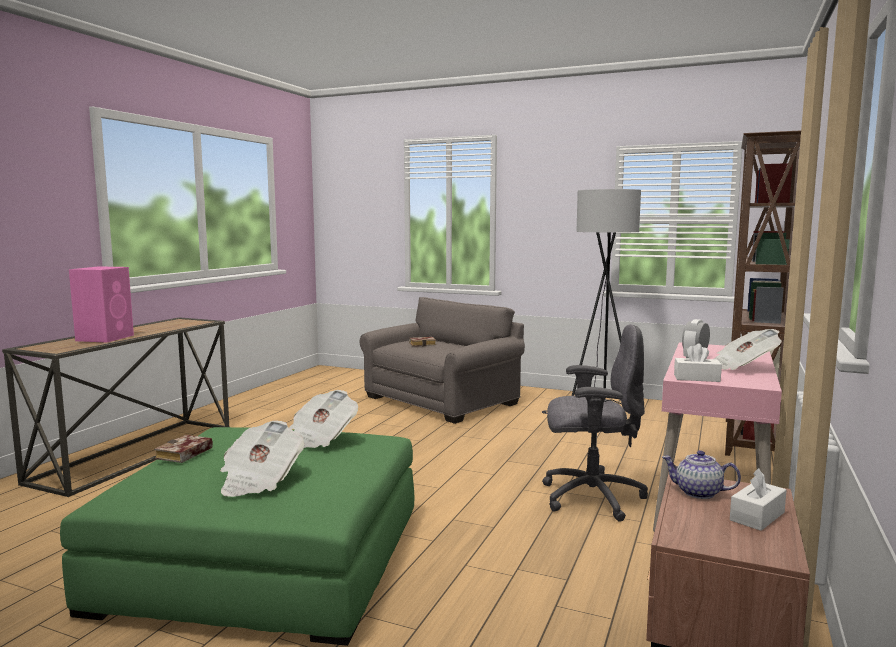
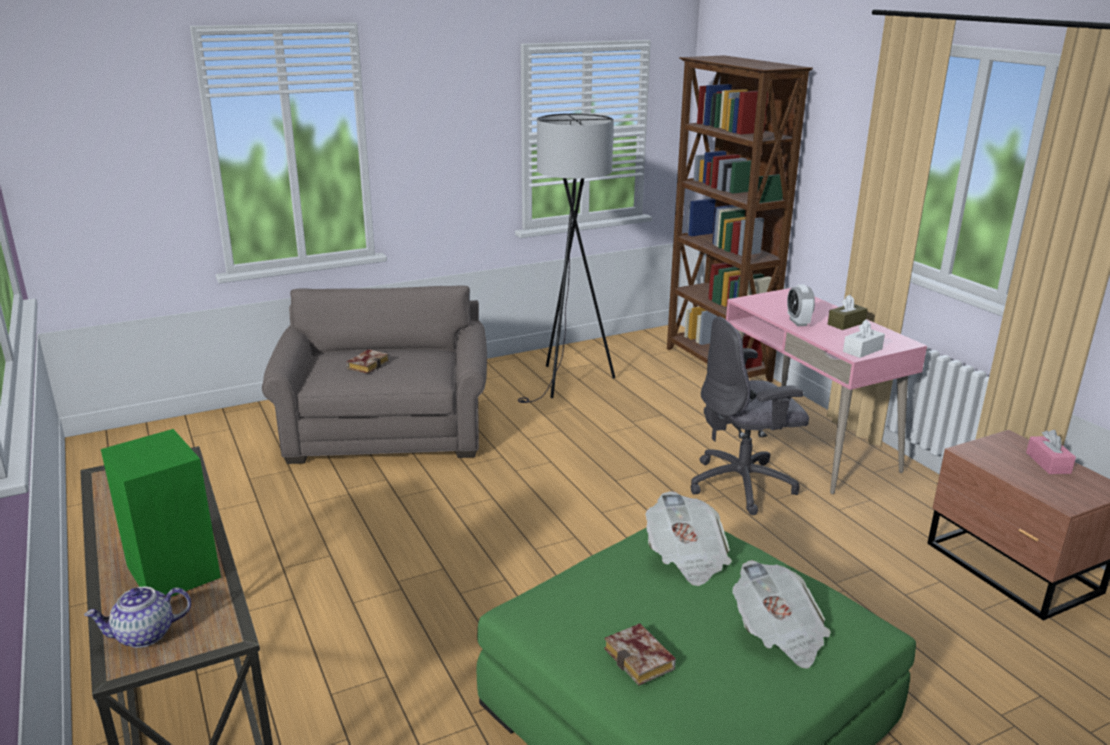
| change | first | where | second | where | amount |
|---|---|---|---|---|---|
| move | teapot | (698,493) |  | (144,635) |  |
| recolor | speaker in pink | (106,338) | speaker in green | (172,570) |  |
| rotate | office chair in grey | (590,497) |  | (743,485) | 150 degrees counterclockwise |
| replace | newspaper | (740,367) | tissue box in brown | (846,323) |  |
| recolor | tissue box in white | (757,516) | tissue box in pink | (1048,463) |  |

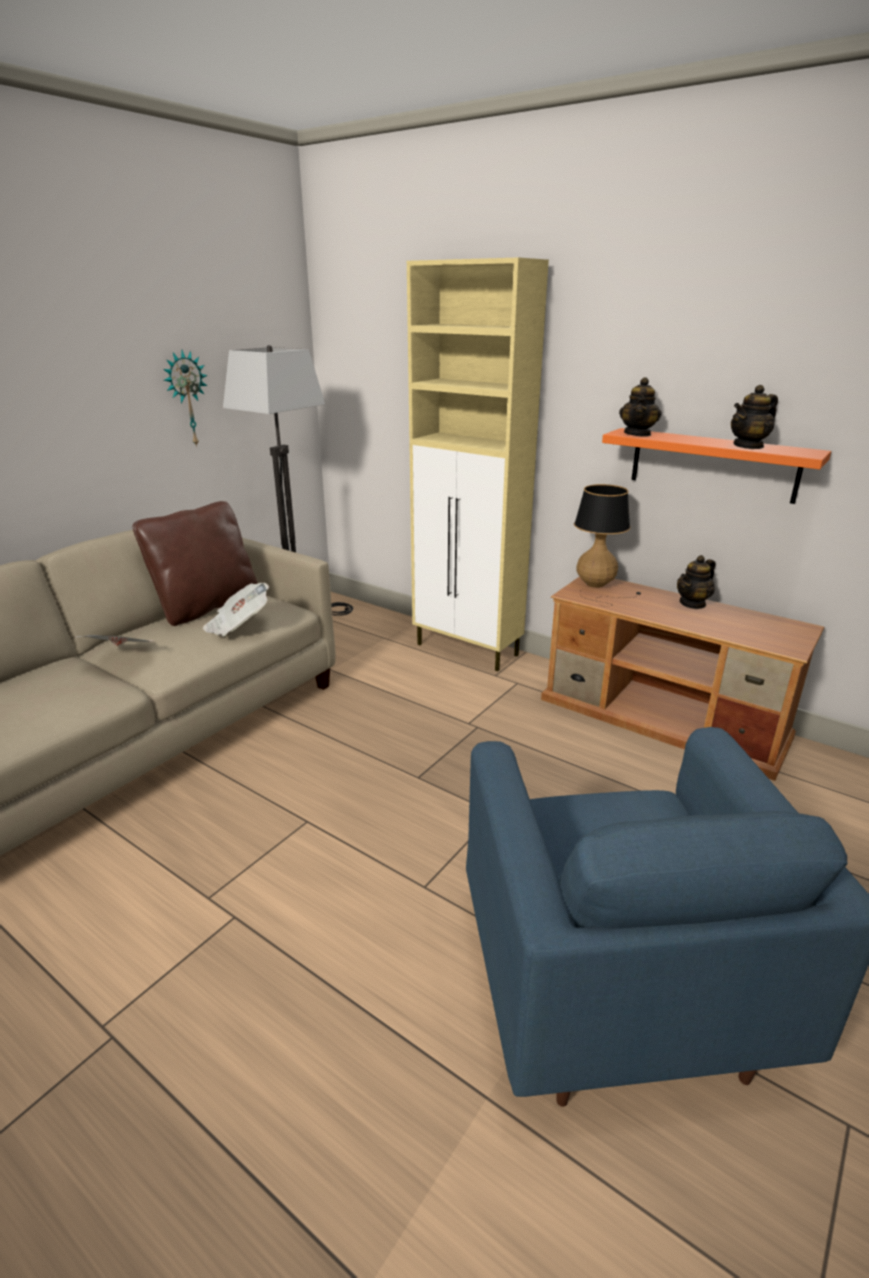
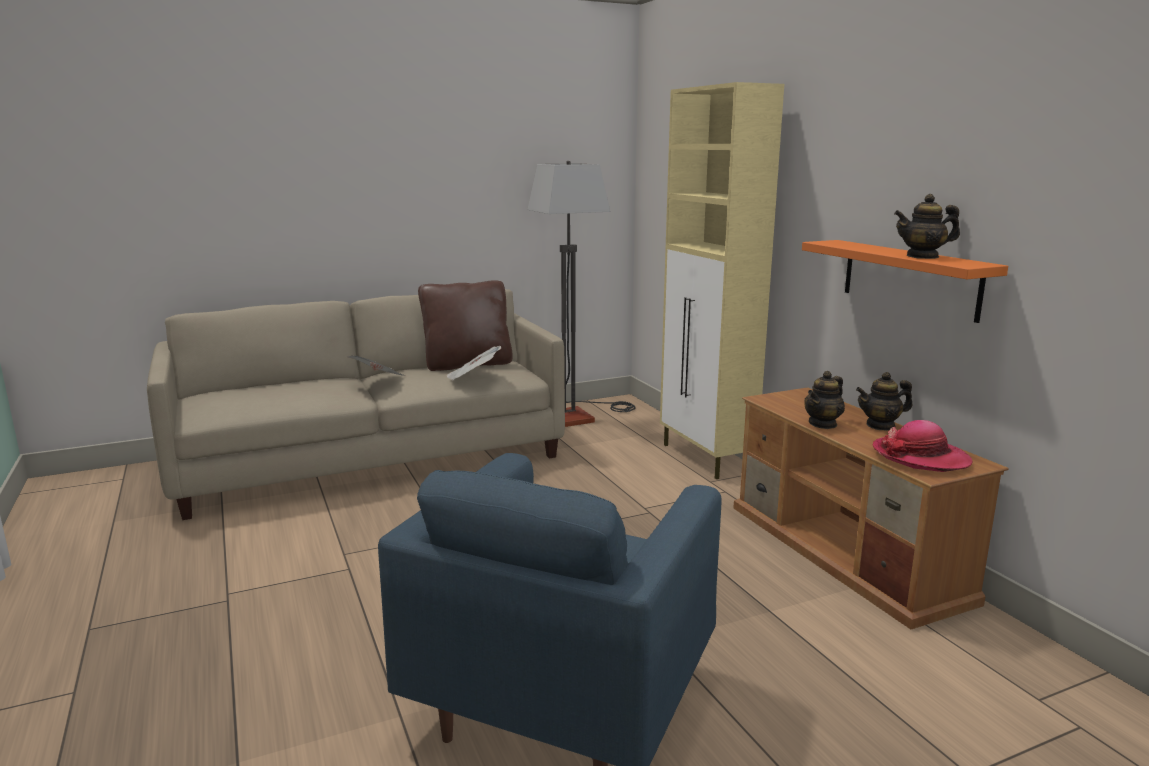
| change | first | where | second | where | amount |
|---|---|---|---|---|---|
| move | teapot | (638,434) |  | (823,424) |  |
| insert |  |  | hat | (920,457) |  |
| delete | wall clock | (186,399) |  |  |  |
| delete | table lamp | (597,588) |  |  |  |

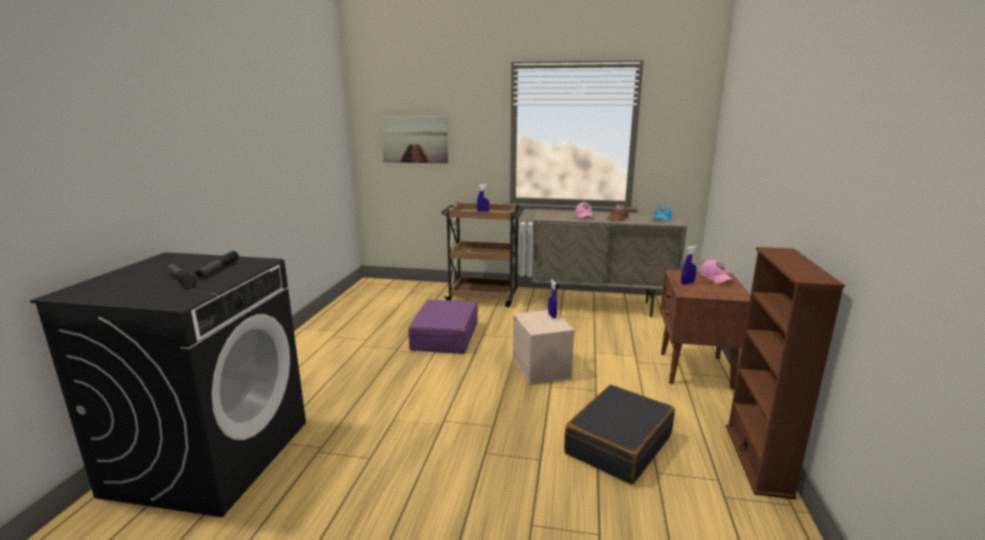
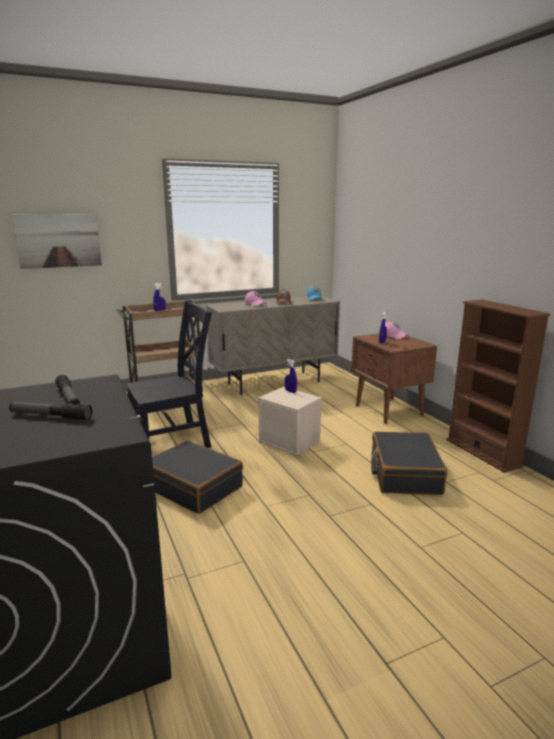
| change | first | where | second | where | amount |
|---|---|---|---|---|---|
| replace | suitcase in purple | (445,337) | chair in black | (175,441) |  |
| insert |  |  | suitcase in black | (193,487) |  |

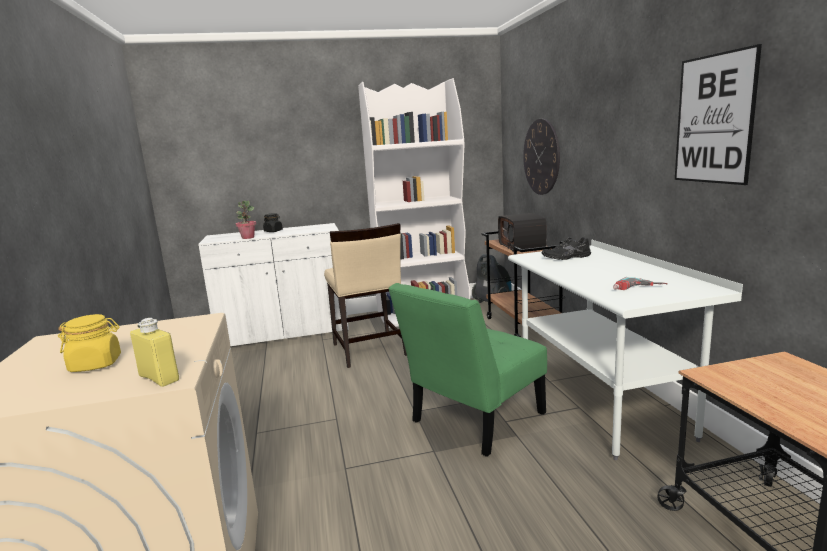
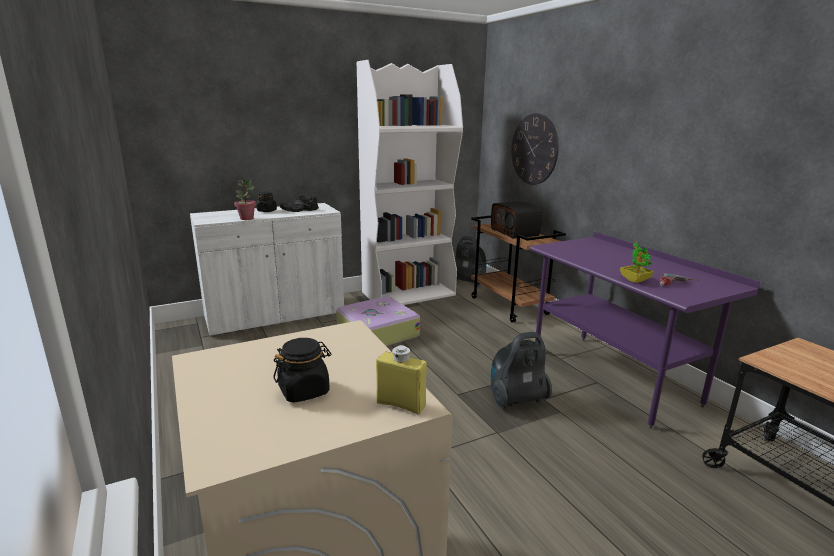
| change | first | where | second | where | amount |
|---|---|---|---|---|---|
| recolor | jar in yellow | (96,364) | jar in black | (304,390) |  |
| move | shoe in black | (567,257) |  | (299,210) |  |
| replace | chair in beige | (369,350) | suitcase | (376,333) |  |
| replace | chair in green | (473,420) | vacuum cleaner | (515,400) |  |
| recolor | desk in white | (600,402) | desk in purple | (612,377) |  |
| insert |  |  | potted plant | (635,280) |  |
| delete | picture | (714,119) |  |  |  |

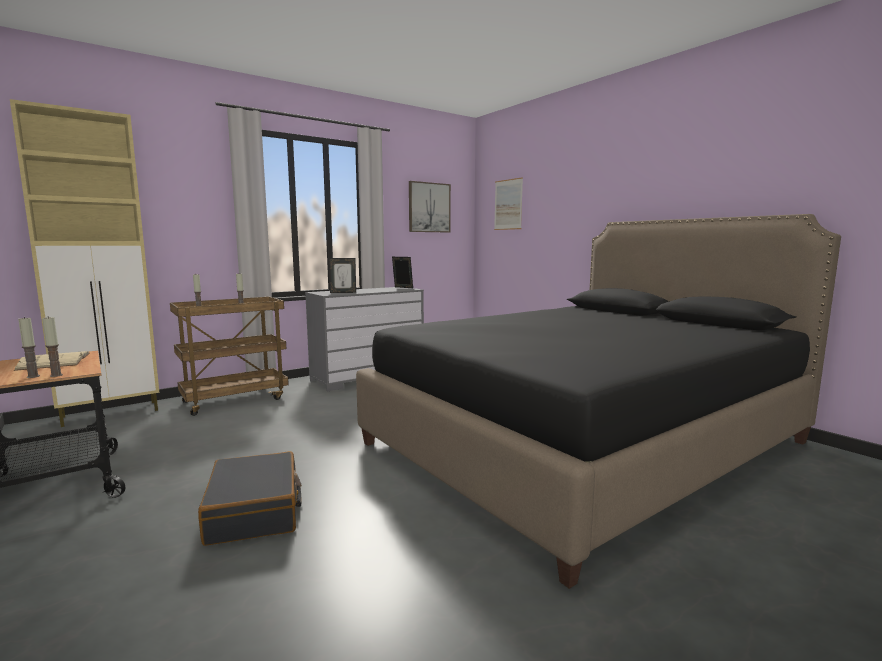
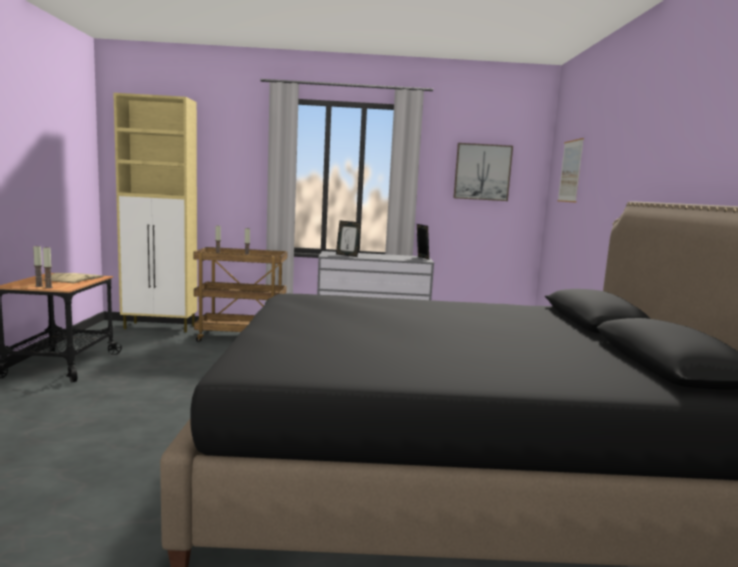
| change | first | where | second | where | amount |
|---|---|---|---|---|---|
| delete | suitcase in black | (255,511) |  |  |  |

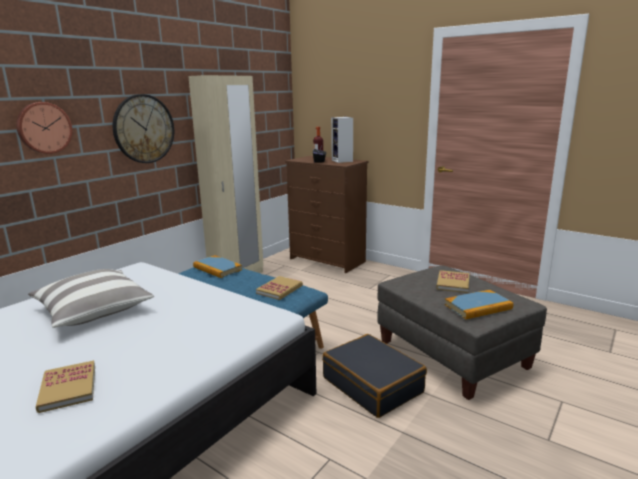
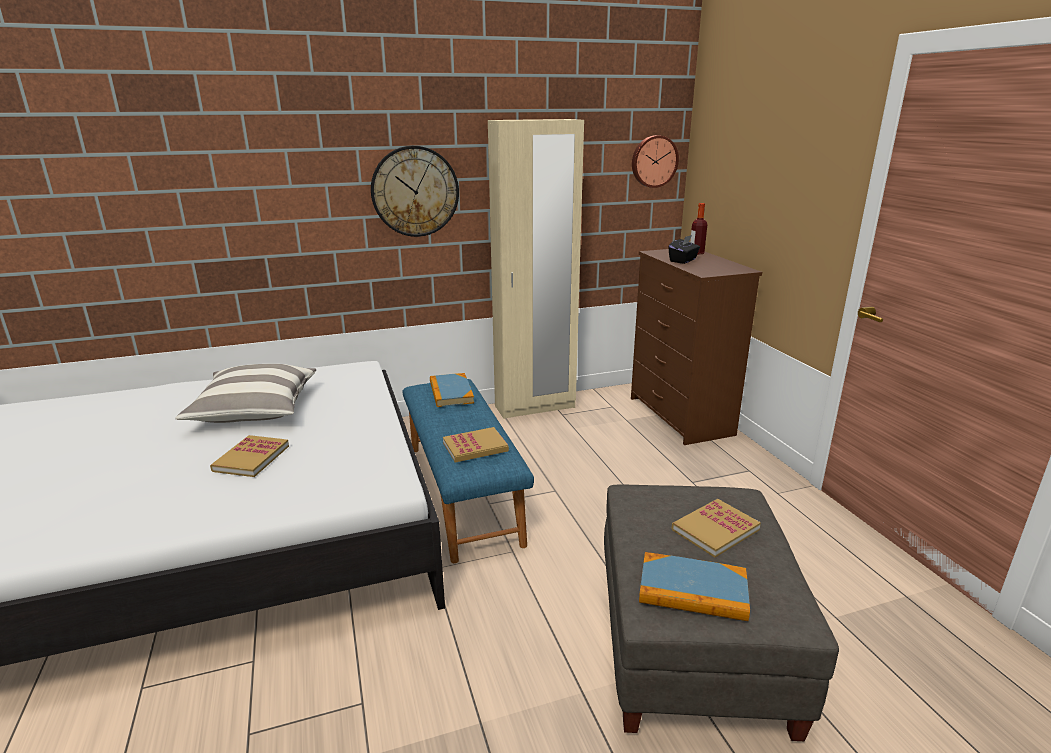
| change | first | where | second | where | amount |
|---|---|---|---|---|---|
| move | book | (68,388) |  | (251,458) |  |
| move | wall clock | (44,128) |  | (653,161) |  |
| delete | suitcase in black | (373,385) |  |  |  |
| delete | speaker | (343,161) |  |  |  |

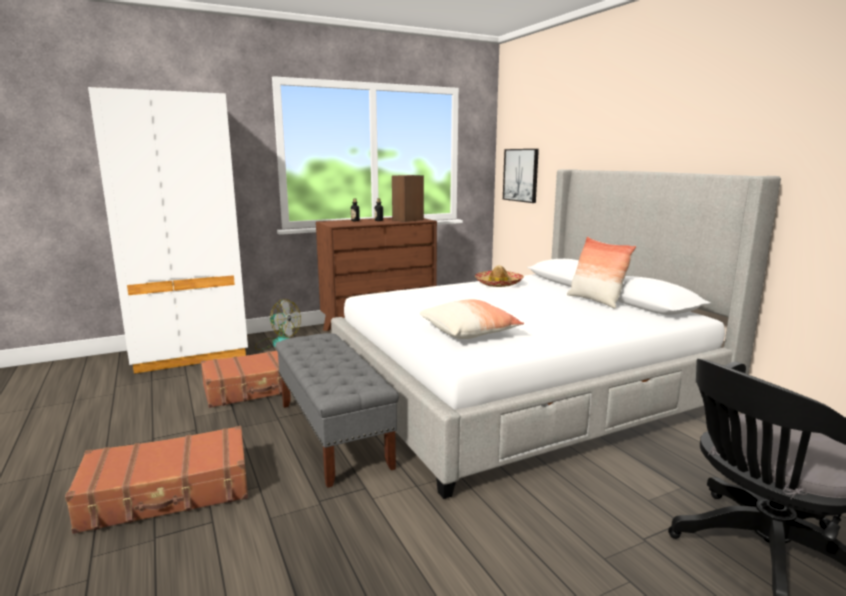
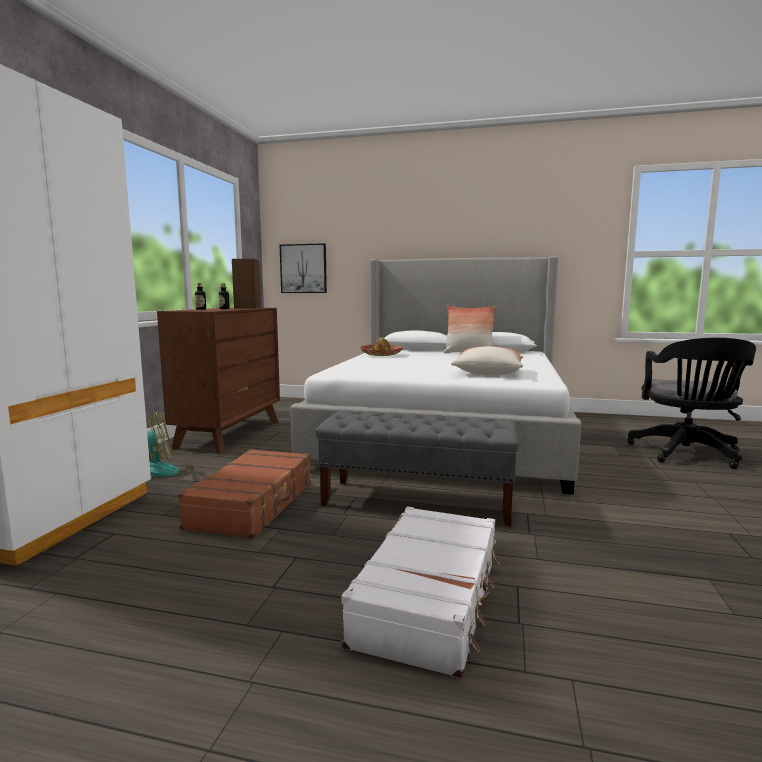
| change | first | where | second | where | amount |
|---|---|---|---|---|---|
| recolor | suitcase in brown | (168,493) | suitcase in white | (430,599) |  |

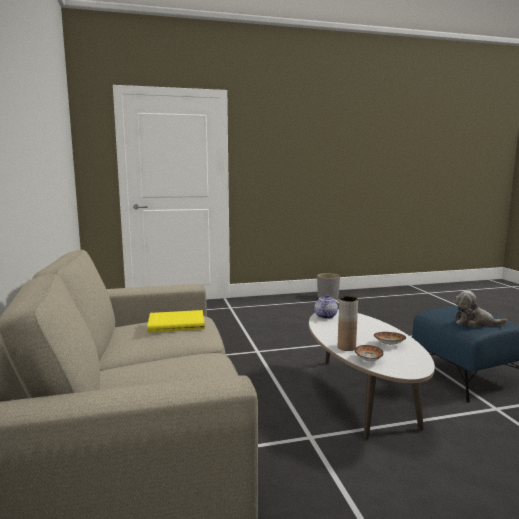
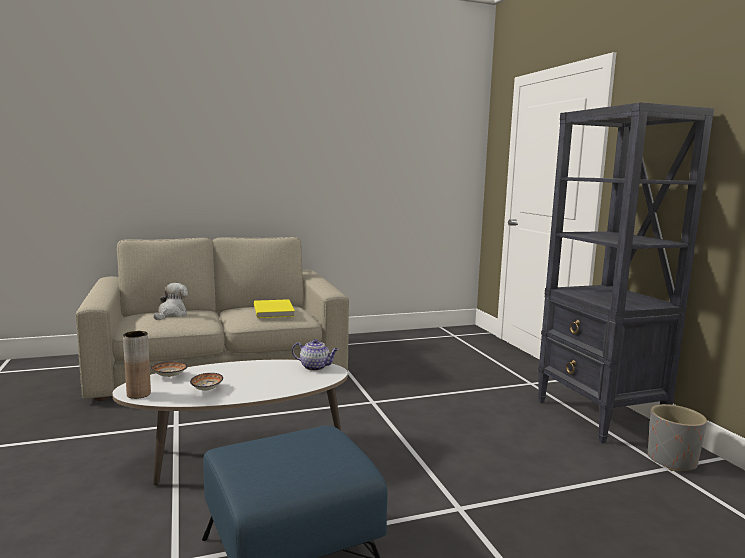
| change | first | where | second | where | amount |
|---|---|---|---|---|---|
| move | vase in brown | (346,347) |  | (138,394) |  |
| move | plush toy | (474,323) |  | (171,314) |  |
| insert |  |  | bookcase in black | (599,416) |  |

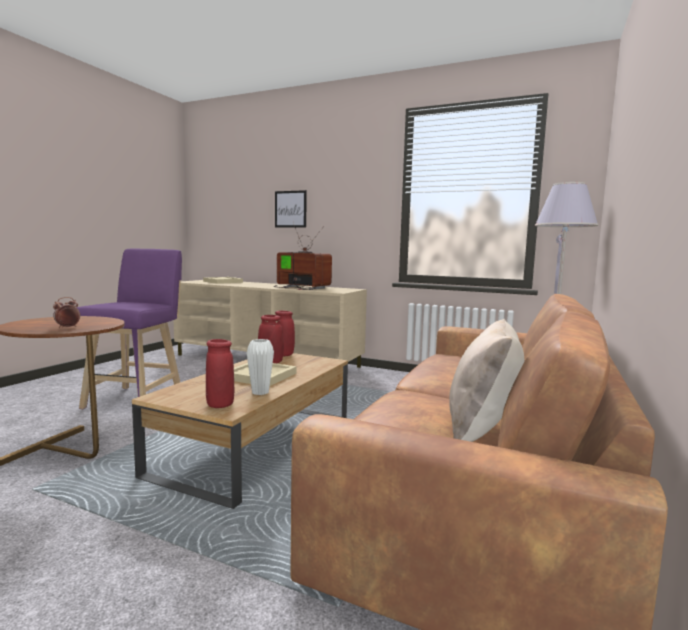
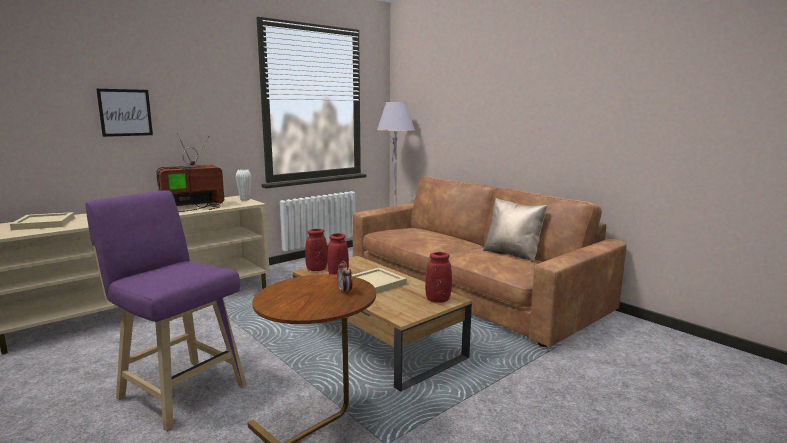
| change | first | where | second | where | amount |
|---|---|---|---|---|---|
| move | vase in white | (260,392) |  | (245,199) |  |

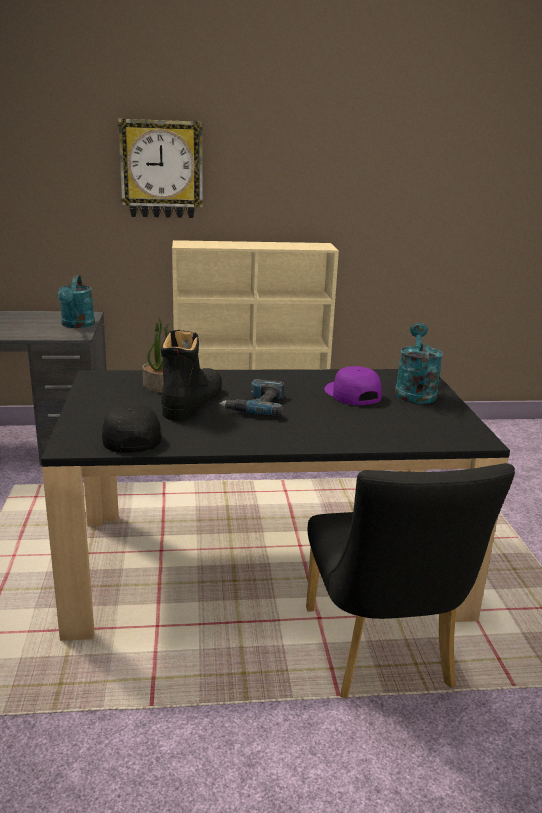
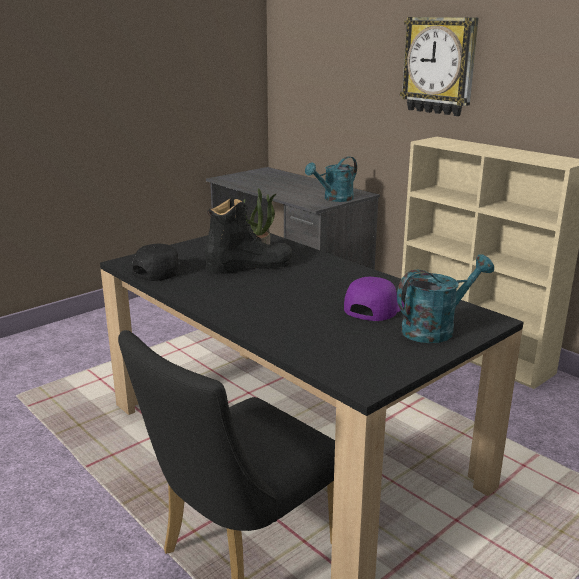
| change | first | where | second | where | amount |
|---|---|---|---|---|---|
| delete | power drill | (256,405) |  |  |  |

